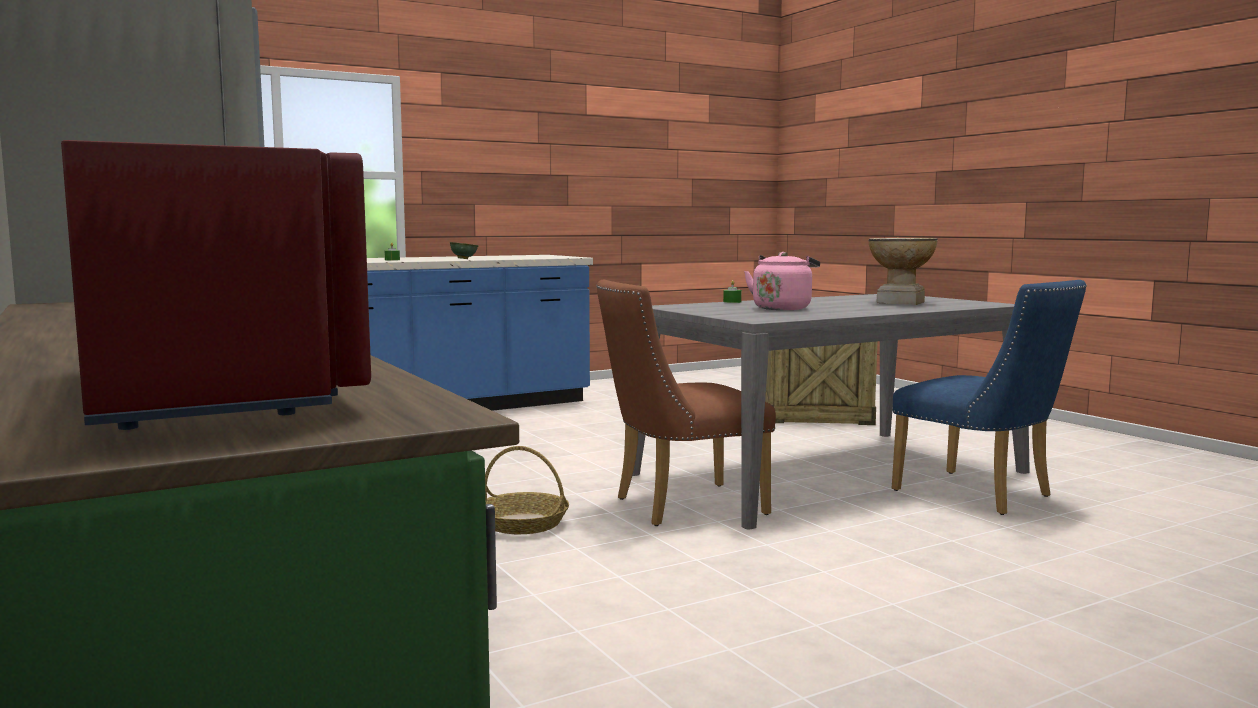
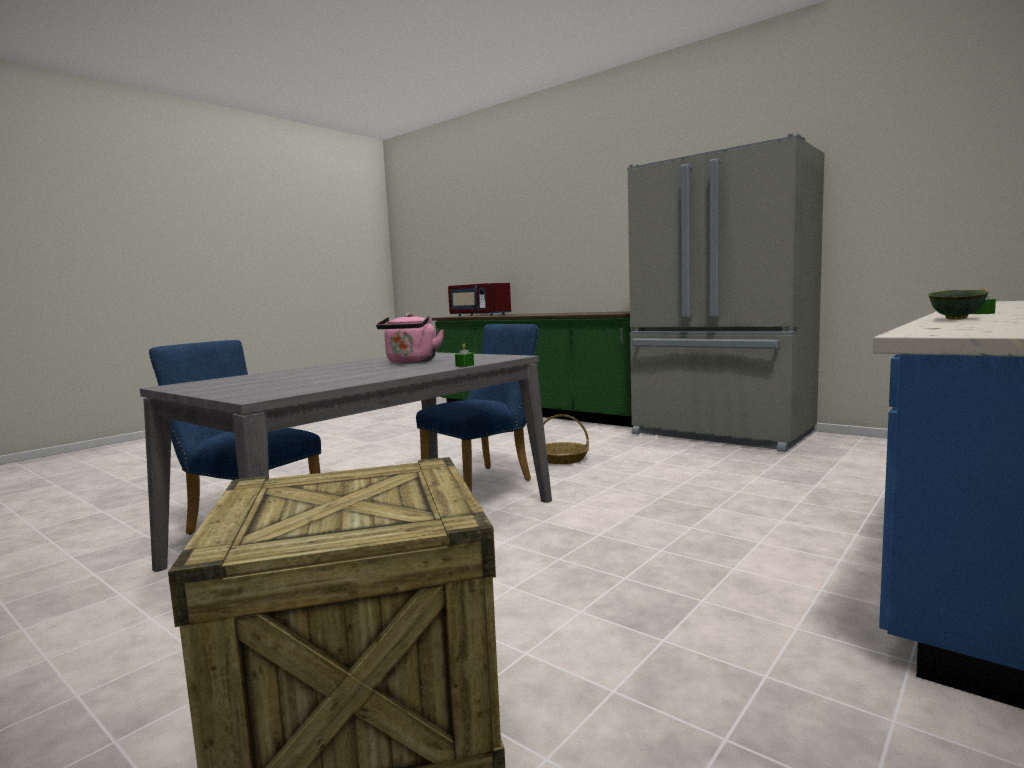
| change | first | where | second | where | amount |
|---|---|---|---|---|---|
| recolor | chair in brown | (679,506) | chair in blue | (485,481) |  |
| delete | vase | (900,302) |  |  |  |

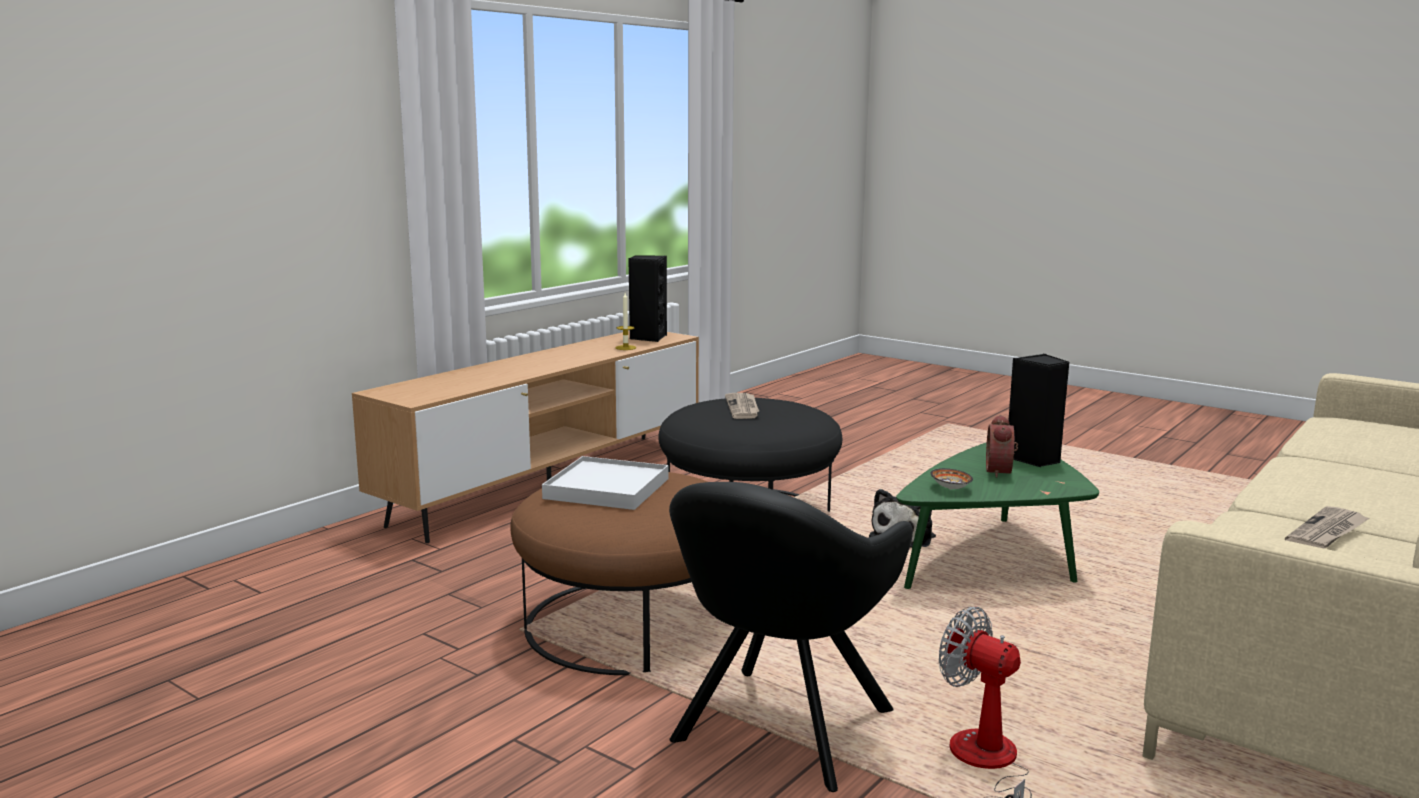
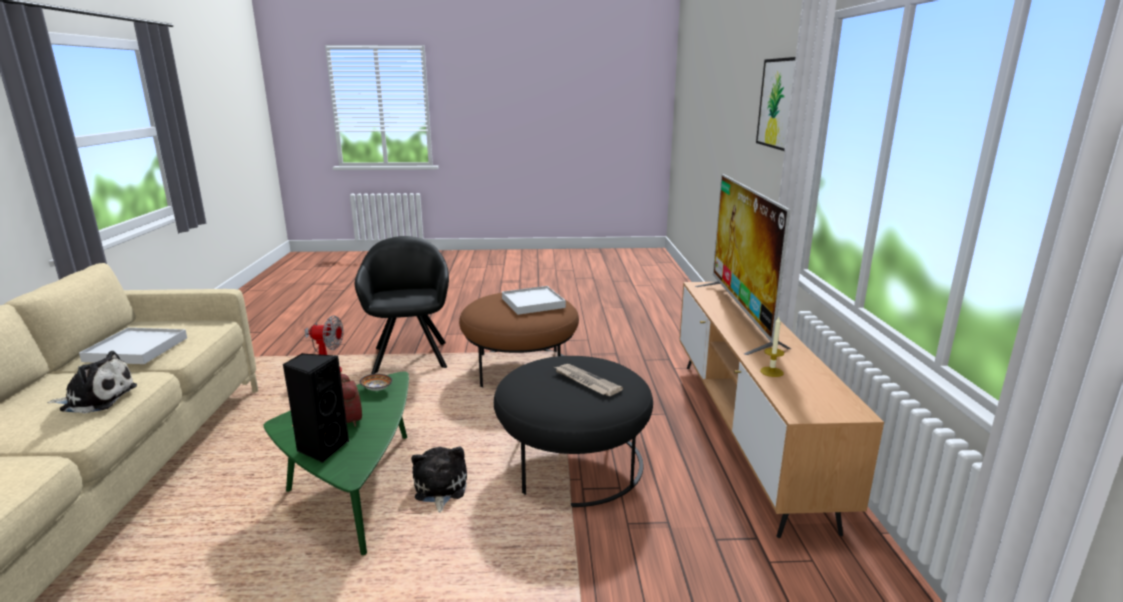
| change | first | where | second | where | amount |
|---|---|---|---|---|---|
| insert |  |  | plush toy | (96,399) |  |
| replace | newspaper | (1327,532) | tray in white | (136,349) |  |
| insert |  |  | television | (740,315) |  |
| insert |  |  | picture | (780,103) |  |
| delete | speaker in black | (648,337) |  |  |  |

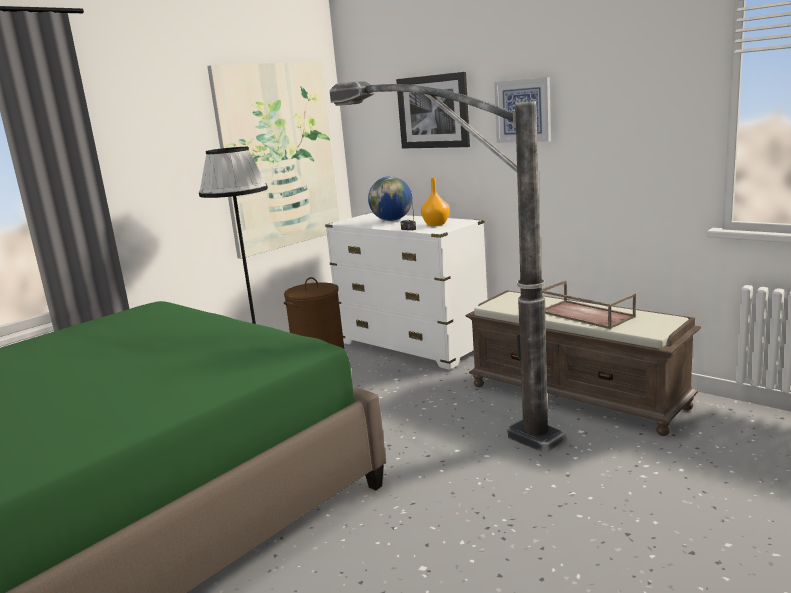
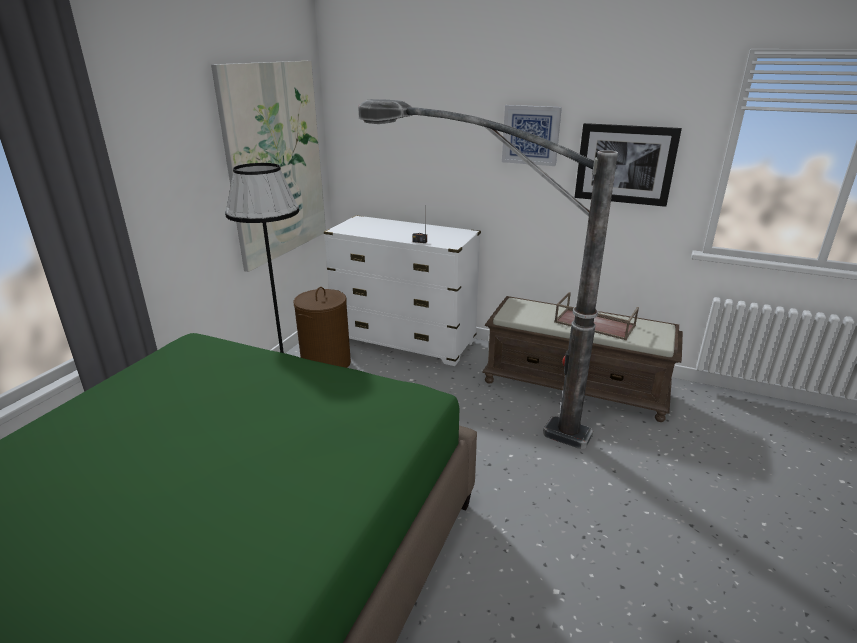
| change | first | where | second | where | amount |
|---|---|---|---|---|---|
| move | picture | (433,111) |  | (625,164) |  |
| delete | globe | (392,220) |  |  |  |
| delete | vase in orange | (436,224) |  |  |  |

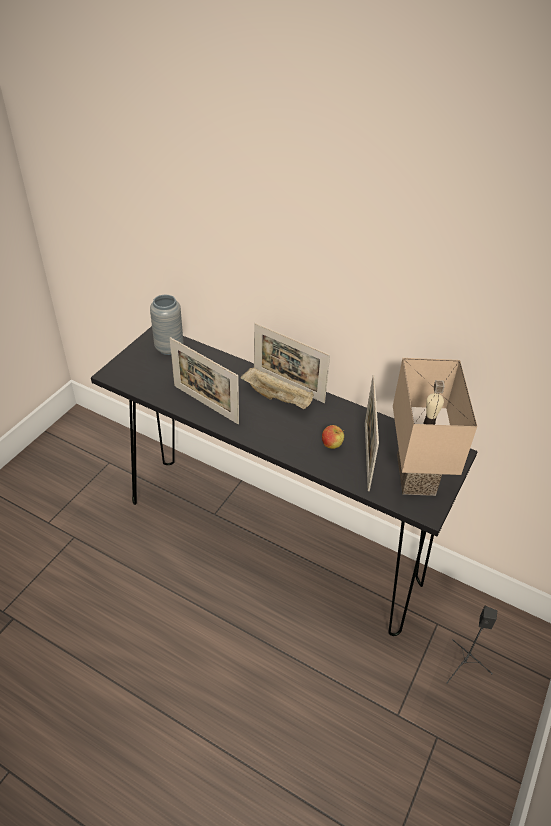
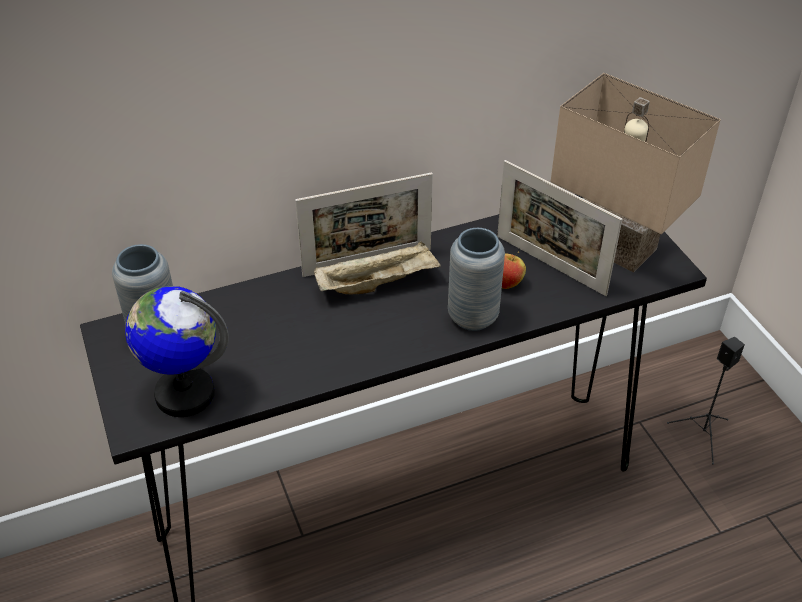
| change | first | where | second | where | amount |
|---|---|---|---|---|---|
| insert |  |  | globe | (184,393) |  |
| insert |  |  | vase in grey | (473,317) |  |
| delete | picture frame | (205,404) |  |  |  |

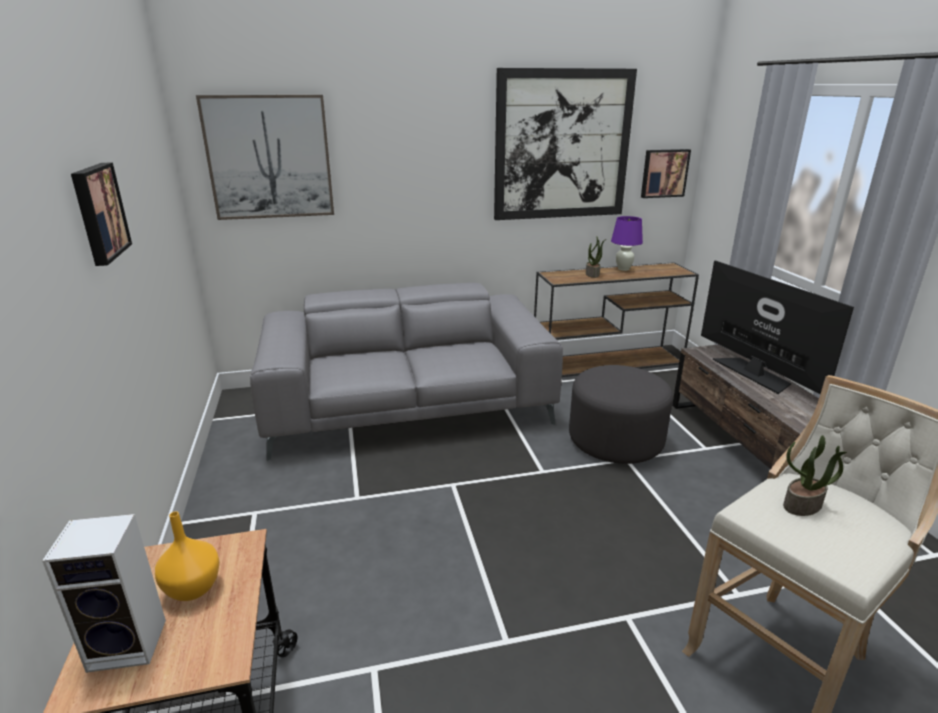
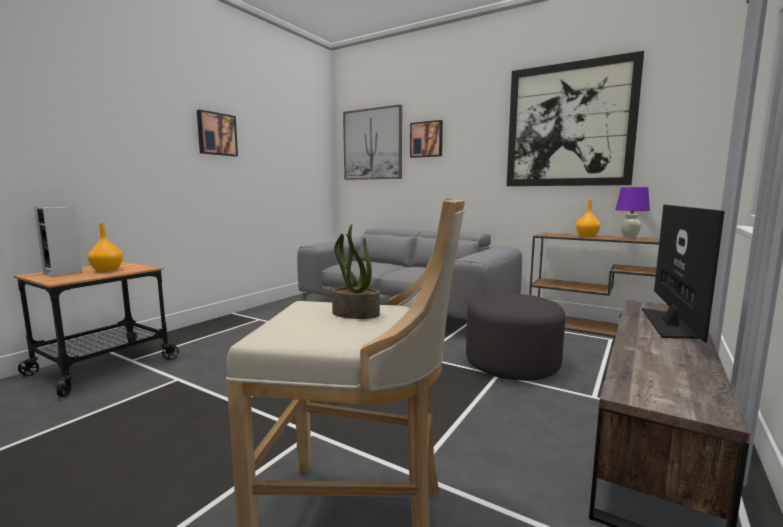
| change | first | where | second | where | amount |
|---|---|---|---|---|---|
| move | picture | (664,173) |  | (426,139) |  |
| replace | potted plant | (592,274) | vase in orange | (587,236) |  |

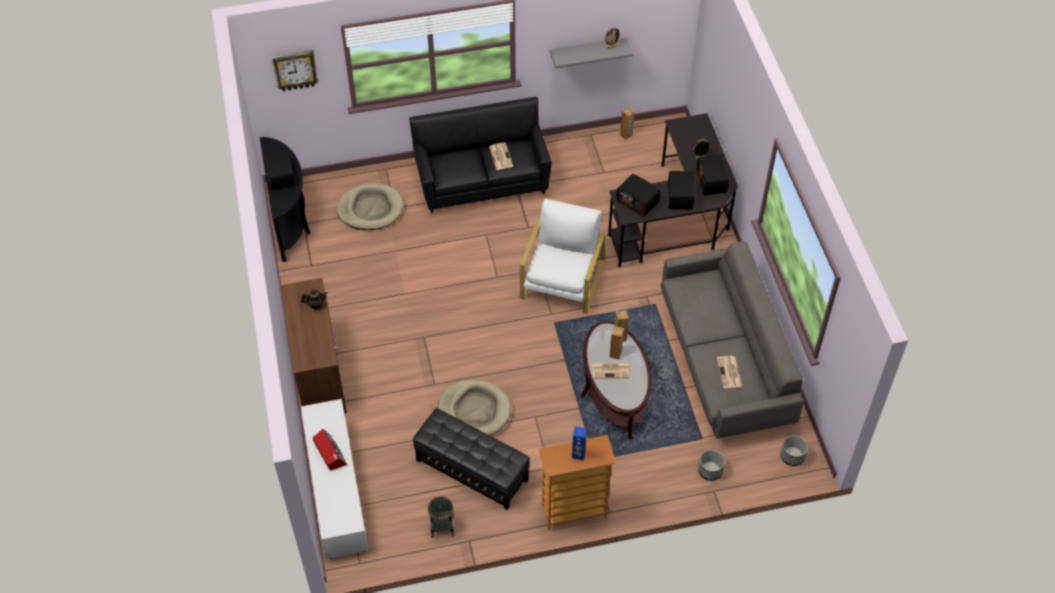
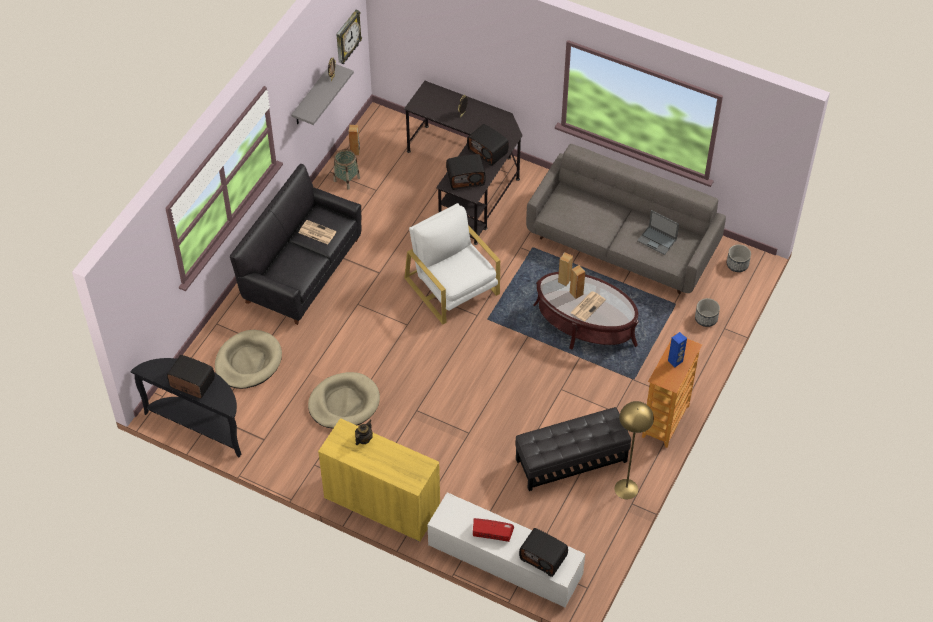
| change | first | where | second | where | amount |
|---|---|---|---|---|---|
| move | dog bed in beige | (474,410) |  | (344,403) |  |
| recolor | cabinet in brown | (319,374) | cabinet in yellow | (382,503) |  |
| move | basket | (442,526) |  | (346,179) |  |
| move | wall clock | (295,70) |  | (347,37) |  |
| move | radio | (712,182) |  | (543,557) |  |
| insert |  |  | floor lamp in yellow | (626,489) |  |
| replace | newspaper | (729,372) | laptop | (657,240) |  |

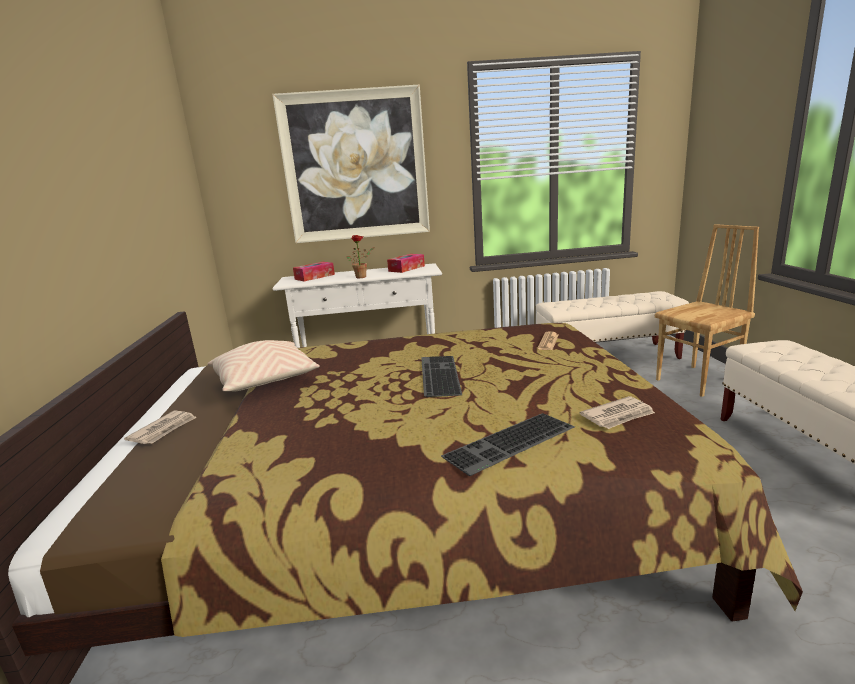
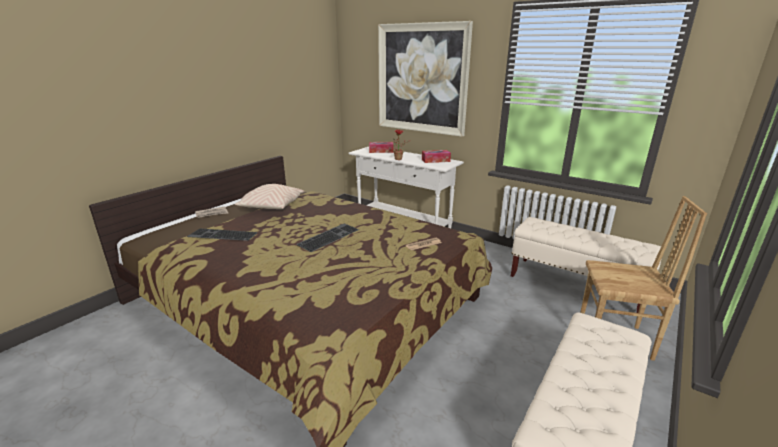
| change | first | where | second | where | amount |
|---|---|---|---|---|---|
| move | keyboard | (510,444) |  | (221,235) |  |
| delete | newspaper | (618,416) |  |  |  |

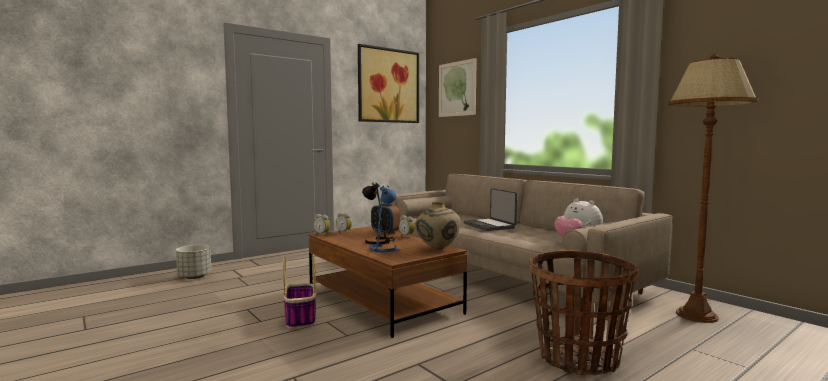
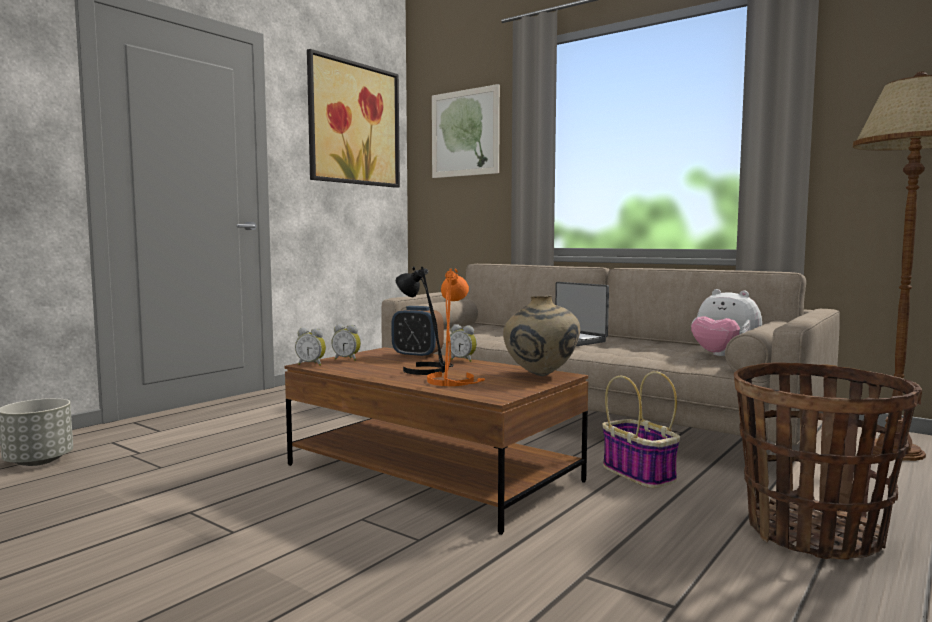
| change | first | where | second | where | amount |
|---|---|---|---|---|---|
| recolor | table lamp in blue | (384,249) | table lamp in orange | (454,381) |  |
| move | basket | (300,319) |  | (640,474) |  |

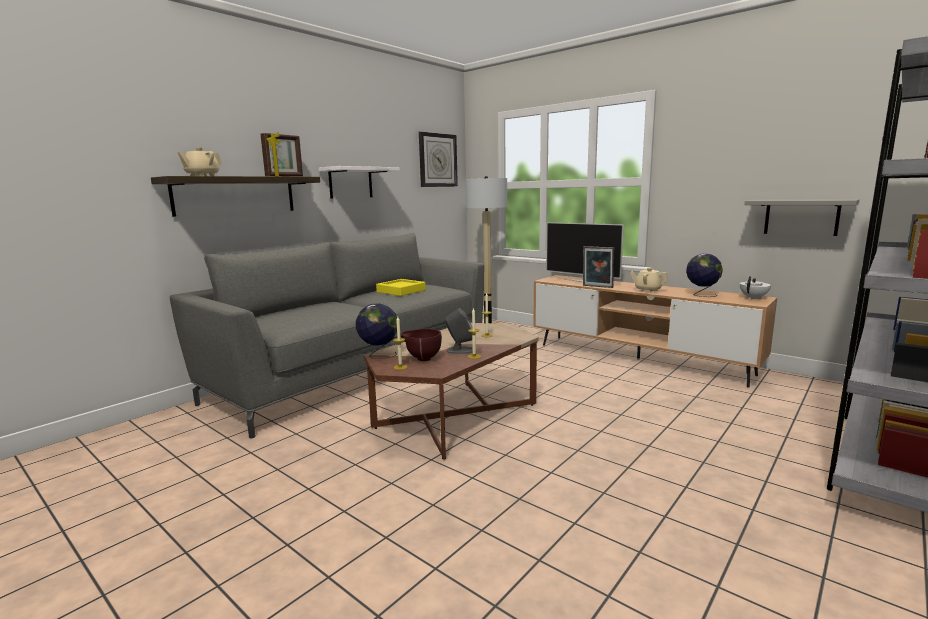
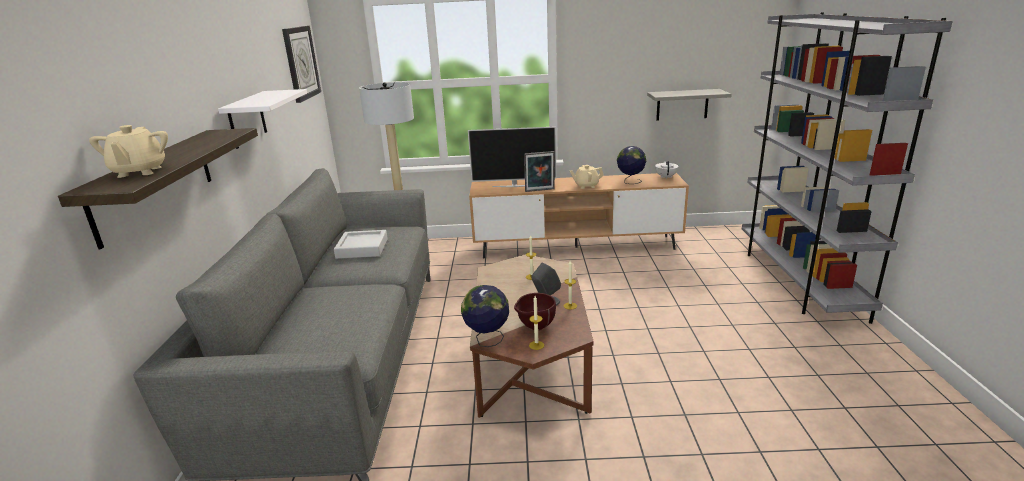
| change | first | where | second | where | amount |
|---|---|---|---|---|---|
| recolor | tray in yellow | (401,291) | tray in grey | (362,248) |  |
| delete | picture frame | (285,176) |  |  |  |

